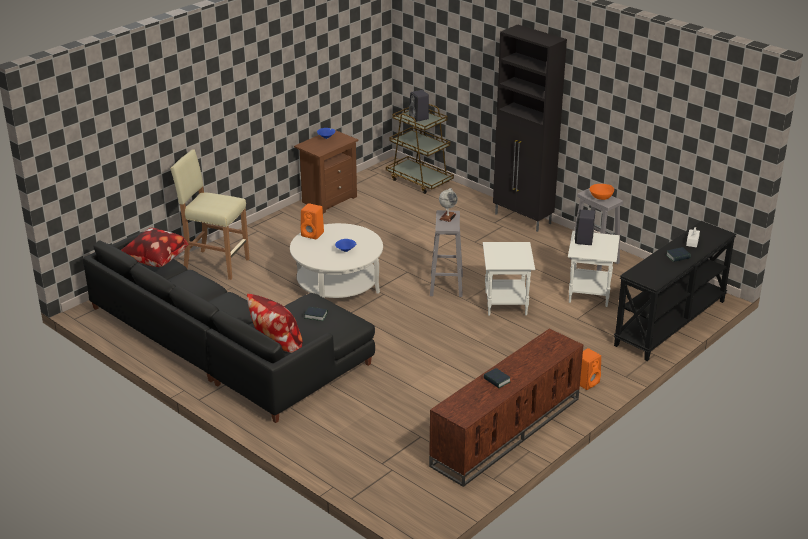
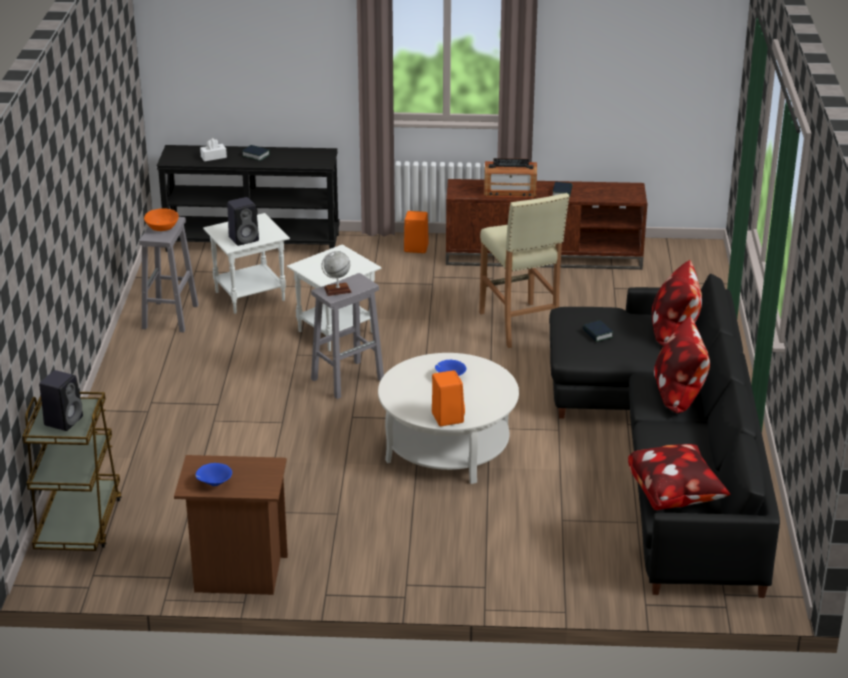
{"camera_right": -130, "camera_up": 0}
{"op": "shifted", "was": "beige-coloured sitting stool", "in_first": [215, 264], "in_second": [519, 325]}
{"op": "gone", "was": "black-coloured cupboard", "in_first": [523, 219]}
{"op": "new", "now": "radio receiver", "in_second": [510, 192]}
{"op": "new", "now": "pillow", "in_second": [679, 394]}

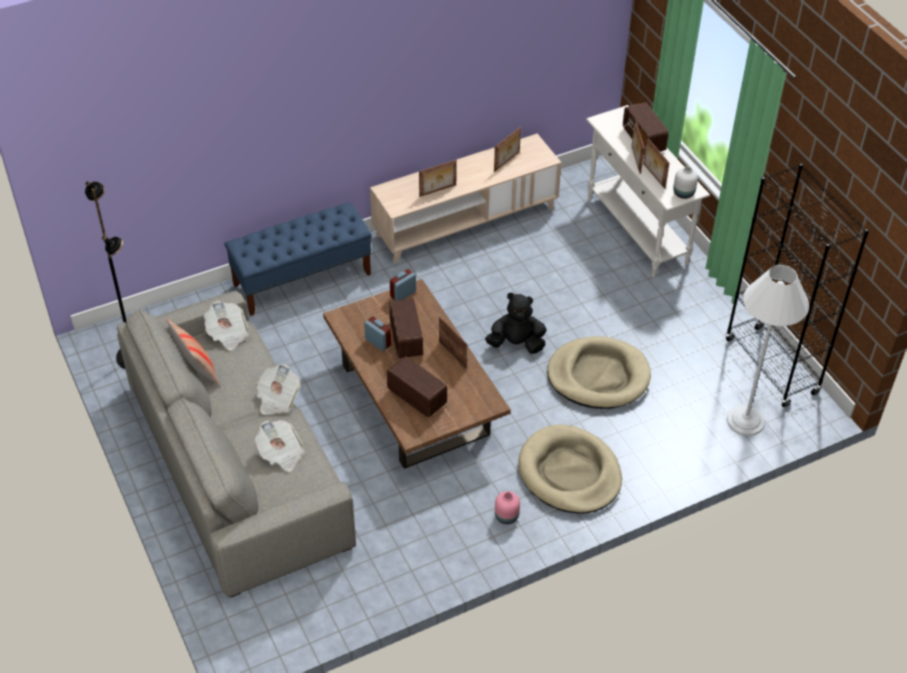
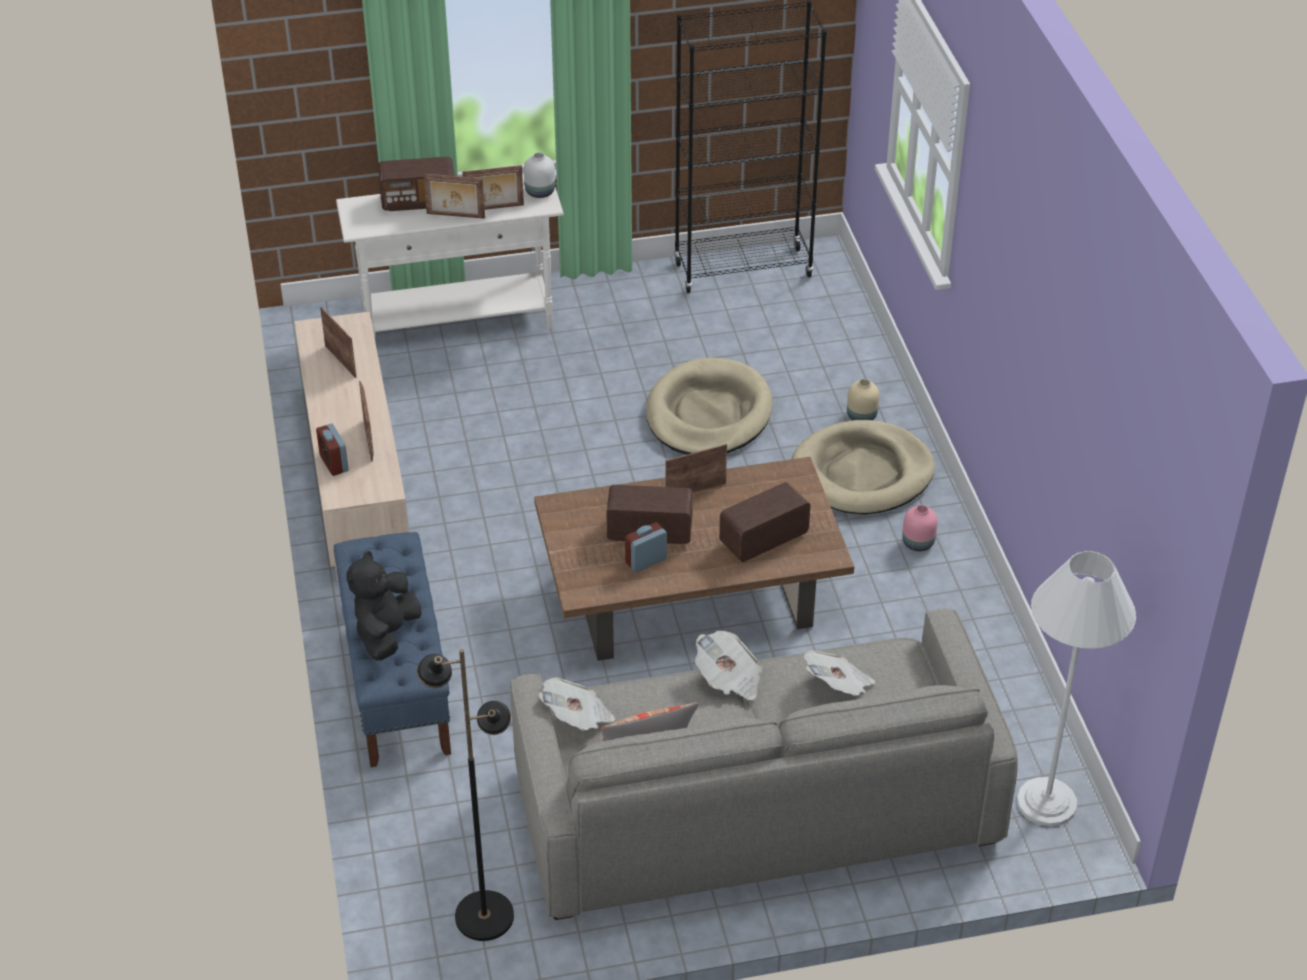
{"camera_right": -75, "camera_up": -5}
{"op": "shifted", "was": "alarm clock", "in_first": [403, 294], "in_second": [334, 463]}
{"op": "shifted", "was": "black-coloured soft toy", "in_first": [516, 344], "in_second": [386, 633]}
{"op": "shifted", "was": "white standard lamp", "in_first": [745, 421], "in_second": [1046, 802]}
{"op": "new", "now": "beige-coloured flower vase", "in_second": [862, 417]}

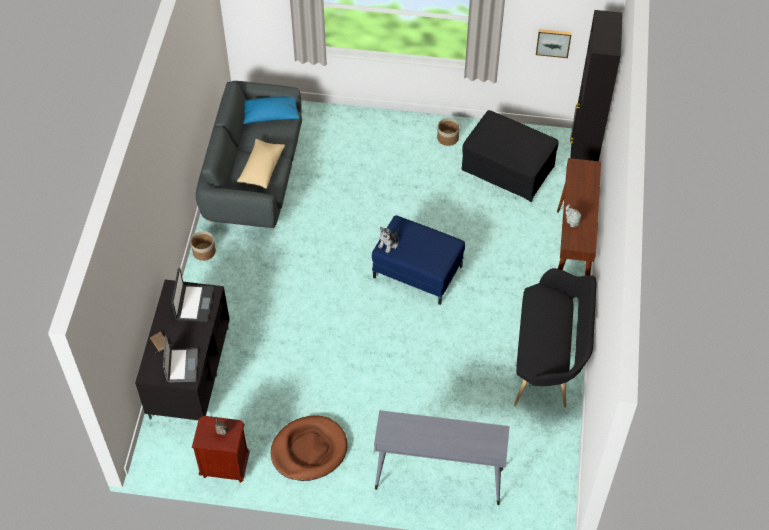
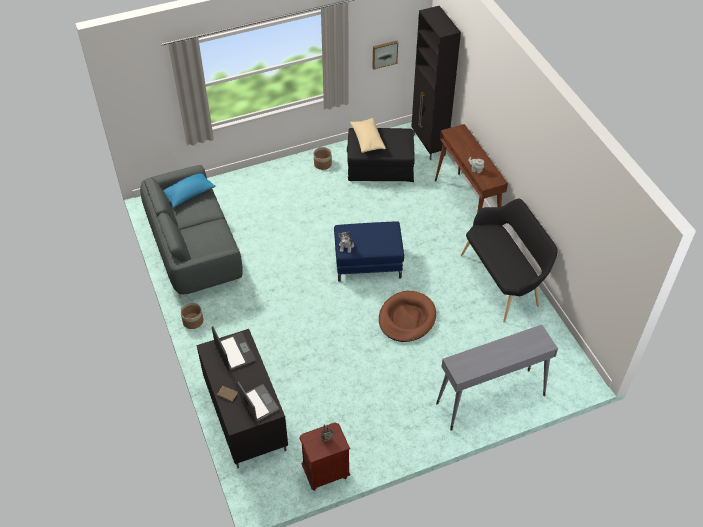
{"camera_right": -30, "camera_up": -5}
{"op": "shifted", "was": "beige-coloured pillow", "in_first": [261, 168], "in_second": [367, 140]}
{"op": "shifted", "was": "brown-coloured dog bed", "in_first": [309, 450], "in_second": [406, 318]}

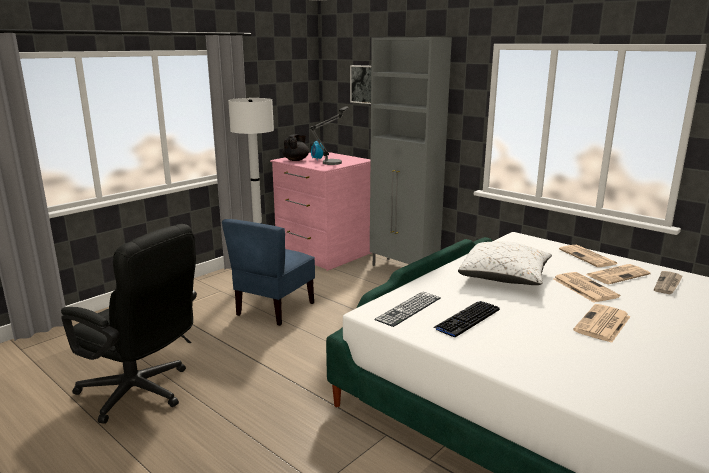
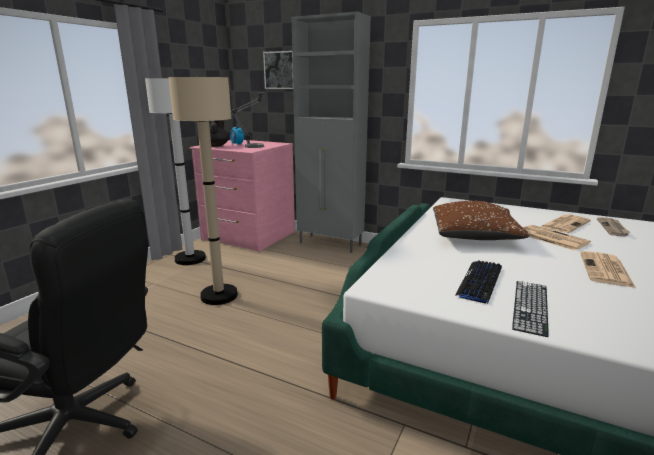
{"camera_right": -15, "camera_up": 0}
{"op": "swapped", "was": "blue-coloured upright chair", "now": "beige-coloured standard lamp", "in_first": [274, 309], "in_second": [219, 296]}
{"op": "shifted", "was": "computer keyboard", "in_first": [408, 308], "in_second": [530, 306]}
{"op": "repainted", "was": "white pillow", "now": "brown-coloured pillow", "in_first": [504, 277], "in_second": [474, 236]}
{"op": "gone", "was": "daily paper", "in_first": [588, 257]}

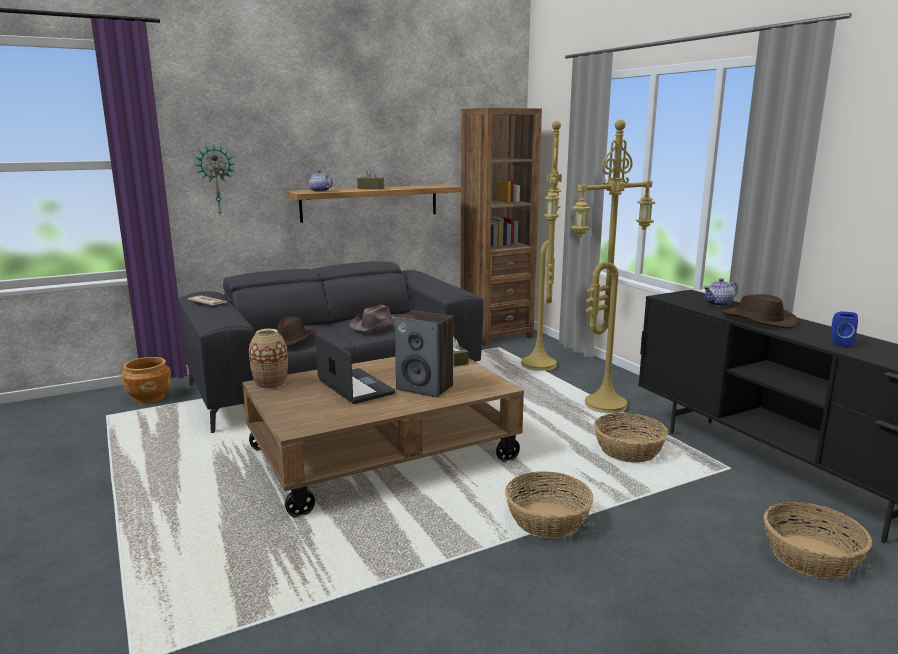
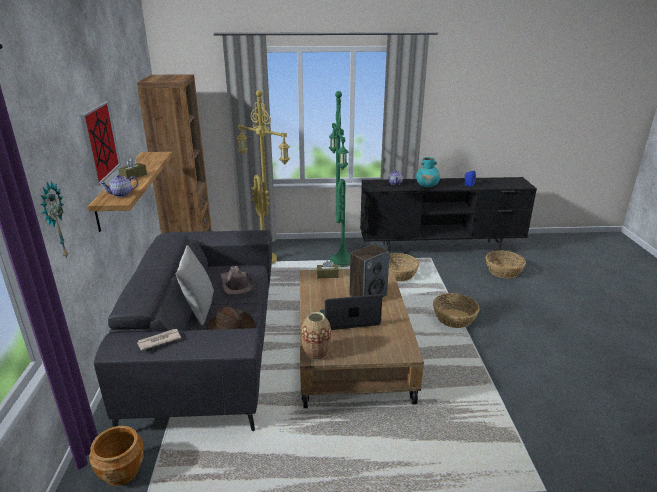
{"camera_right": -65, "camera_up": 10}
{"op": "repainted", "was": "yellow-coloured standard lamp", "now": "green standard lamp", "in_first": [604, 404], "in_second": [340, 261]}
{"op": "swapped", "was": "brown-coloured wearable hat", "now": "turquoise flower vase", "in_first": [757, 320], "in_second": [427, 185]}
{"op": "new", "now": "picture", "in_second": [100, 142]}
{"op": "new", "now": "gray pillow", "in_second": [199, 308]}

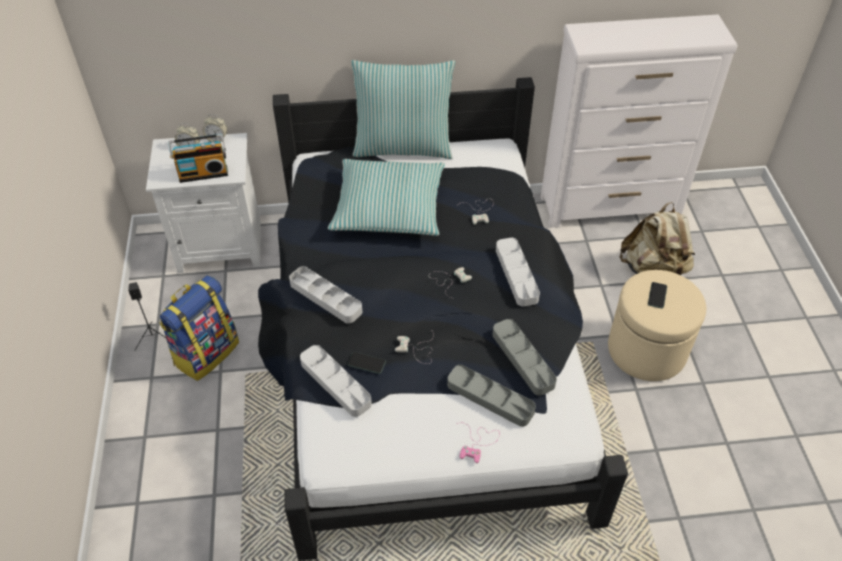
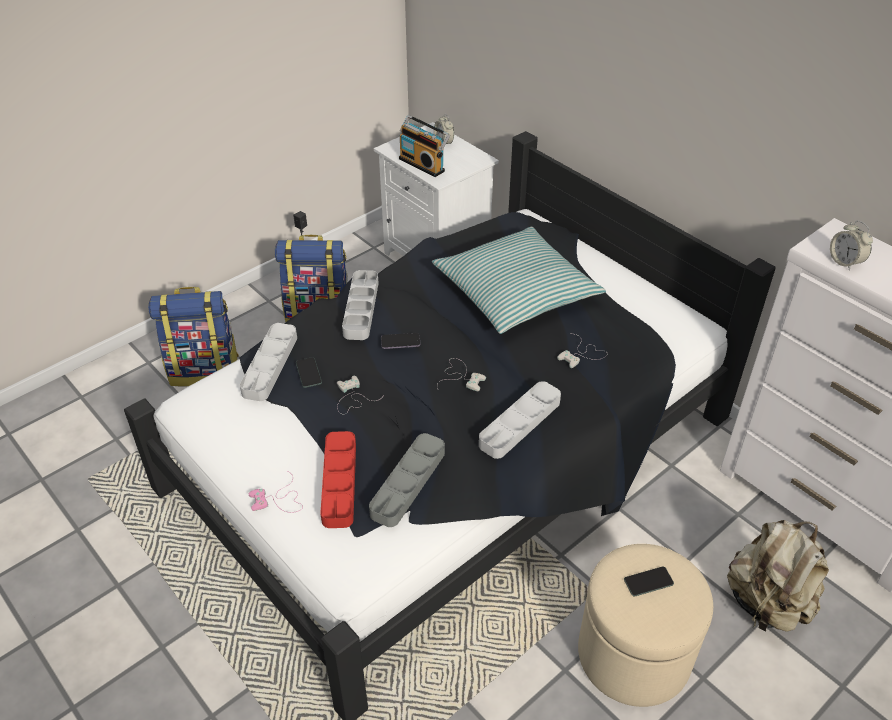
{"camera_right": 55, "camera_up": -5}
{"op": "shifted", "was": "alarm clock", "in_first": [217, 139], "in_second": [845, 262]}
{"op": "gone", "was": "pillow", "in_first": [403, 147]}
{"op": "repainted", "was": "gray tray", "now": "red-coloured tray", "in_first": [490, 398], "in_second": [339, 482]}
{"op": "new", "now": "knapsack", "in_second": [205, 370]}
{"op": "new", "now": "phone", "in_second": [400, 342]}

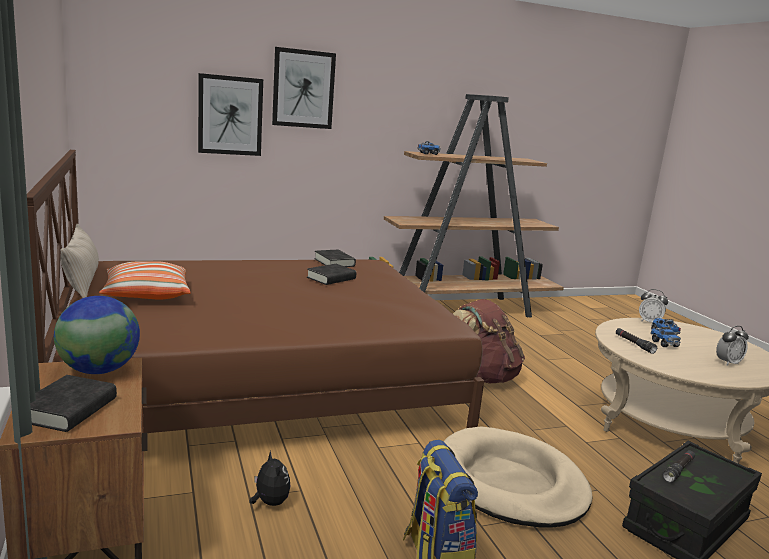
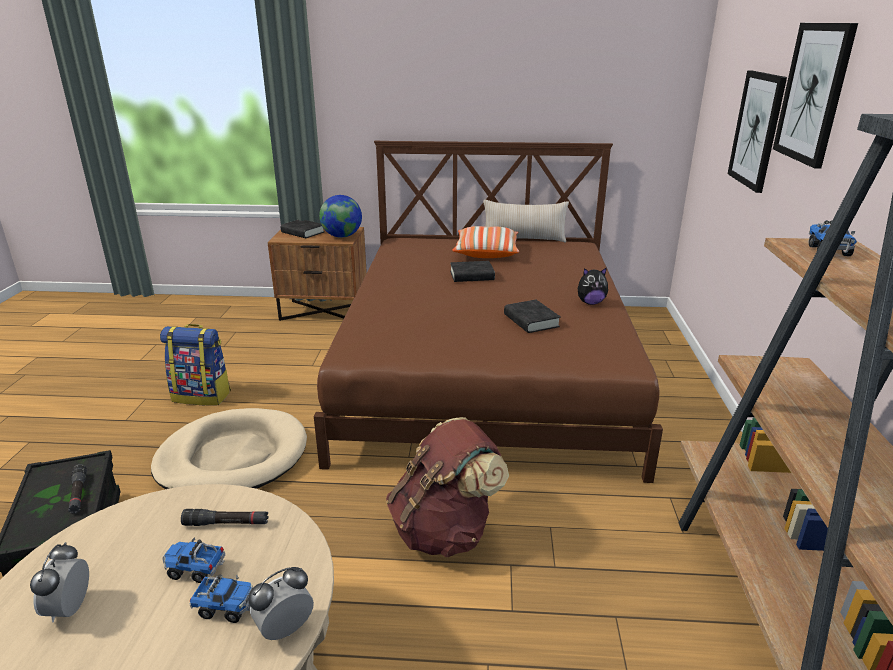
{"camera_right": 115, "camera_up": 10}
{"op": "shifted", "was": "soft toy", "in_first": [269, 502], "in_second": [590, 303]}
{"op": "shifted", "was": "black-coloured volume", "in_first": [334, 262], "in_second": [472, 276]}

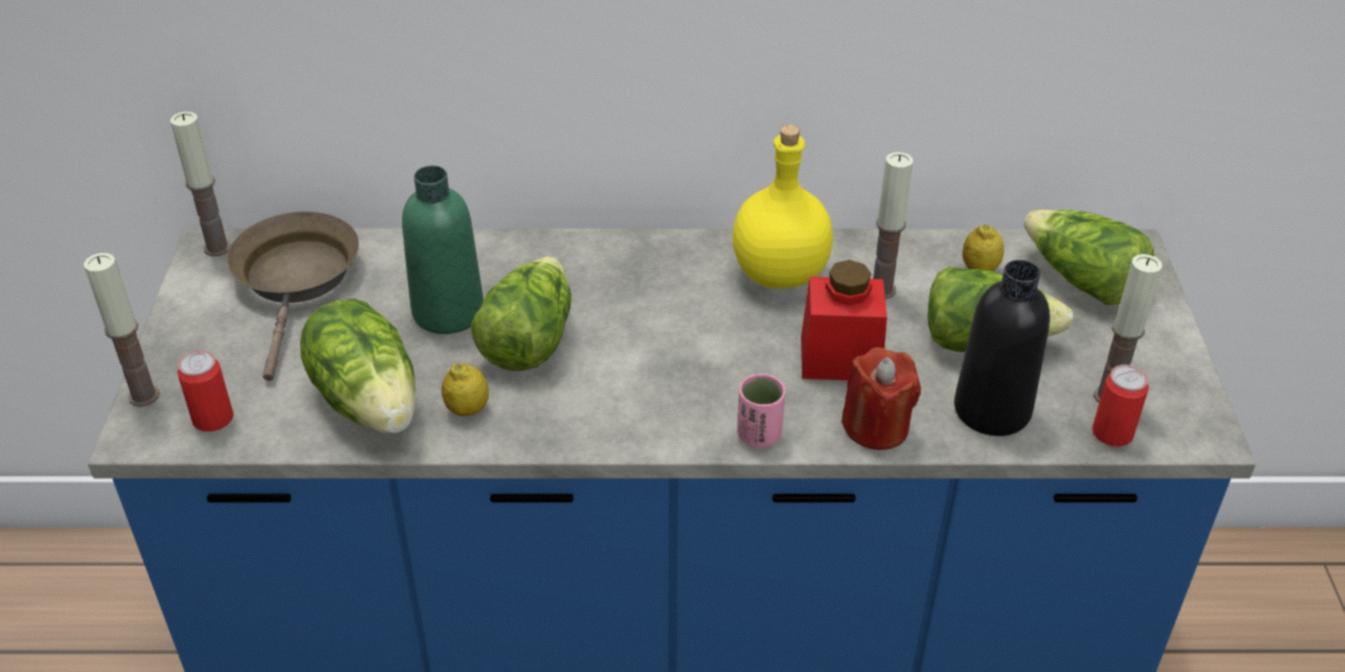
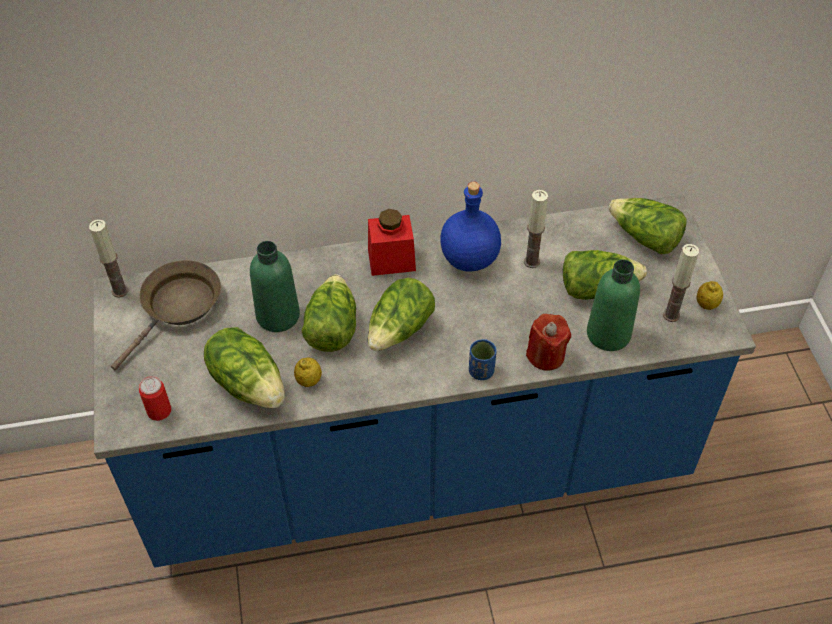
{"camera_right": -10, "camera_up": 10}
{"op": "gone", "was": "candle", "in_first": [144, 396]}
{"op": "rotated", "was": "brown-coloured skillet", "in_first": [297, 281], "in_second": [178, 307], "clockwise": 45}
{"op": "repainted", "was": "yellow-coloured drink bottle", "now": "blue-coloured drink bottle", "in_first": [779, 275], "in_second": [469, 260]}
{"op": "repainted", "was": "pink-coloured cup", "now": "blue-coloured cup", "in_first": [759, 435], "in_second": [481, 371]}
{"op": "shifted", "was": "red-coloured jar", "in_first": [840, 358], "in_second": [391, 260]}
{"op": "repainted", "was": "black-coloured drink bottle", "now": "green drink bottle", "in_first": [992, 410], "in_second": [608, 334]}
{"op": "shifted", "was": "lemon", "in_first": [979, 269], "in_second": [706, 304]}
{"op": "gone", "was": "can", "in_first": [1112, 433]}
{"op": "new", "now": "head of lettuce", "in_second": [400, 330]}

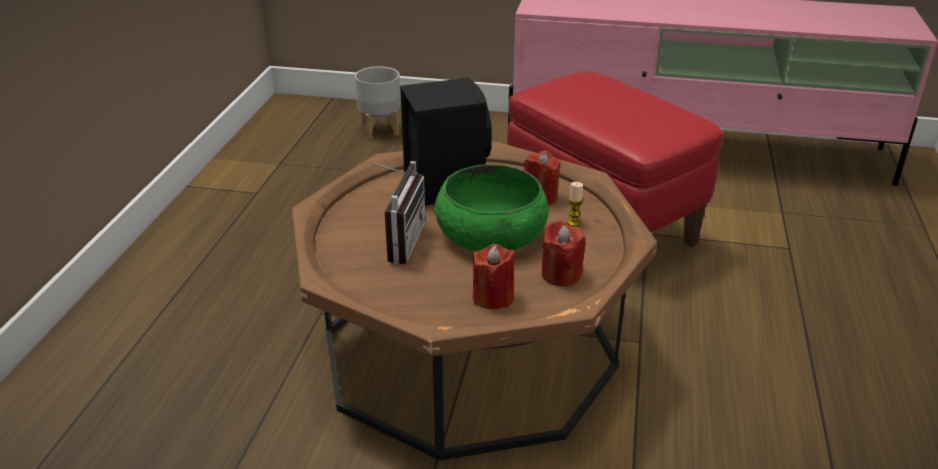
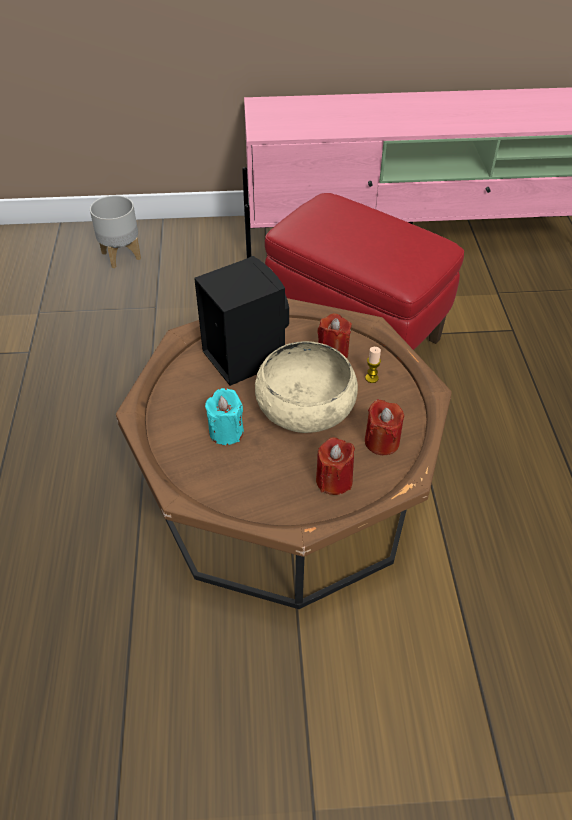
{"camera_right": -15, "camera_up": 15}
{"op": "swapped", "was": "radio receiver", "now": "turquoise candle", "in_first": [397, 241], "in_second": [226, 432]}
{"op": "repainted", "was": "green deep dish", "now": "beige-coloured deep dish", "in_first": [491, 234], "in_second": [306, 406]}

